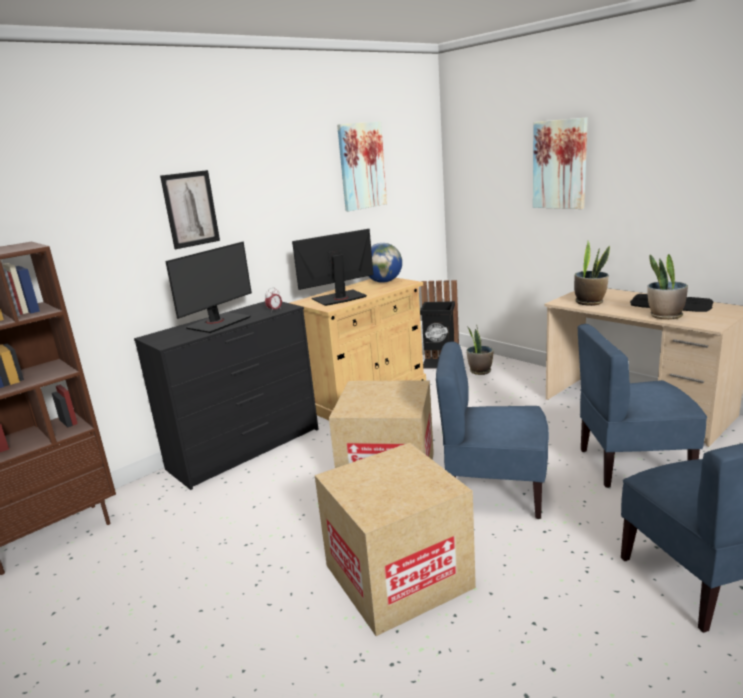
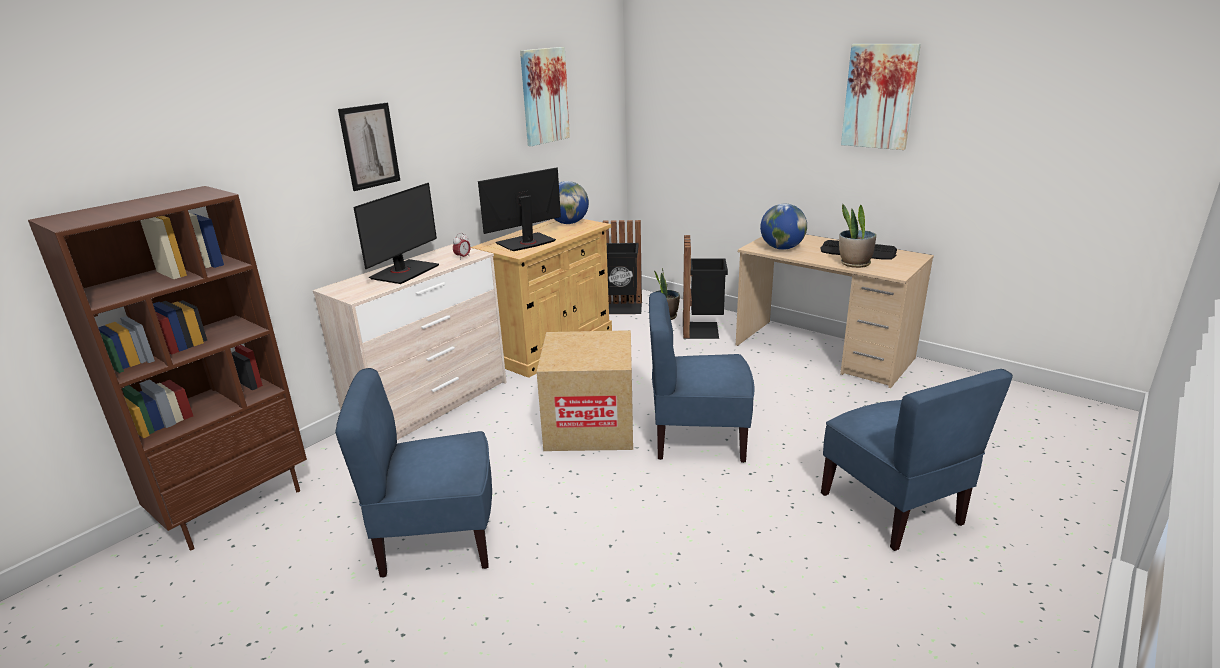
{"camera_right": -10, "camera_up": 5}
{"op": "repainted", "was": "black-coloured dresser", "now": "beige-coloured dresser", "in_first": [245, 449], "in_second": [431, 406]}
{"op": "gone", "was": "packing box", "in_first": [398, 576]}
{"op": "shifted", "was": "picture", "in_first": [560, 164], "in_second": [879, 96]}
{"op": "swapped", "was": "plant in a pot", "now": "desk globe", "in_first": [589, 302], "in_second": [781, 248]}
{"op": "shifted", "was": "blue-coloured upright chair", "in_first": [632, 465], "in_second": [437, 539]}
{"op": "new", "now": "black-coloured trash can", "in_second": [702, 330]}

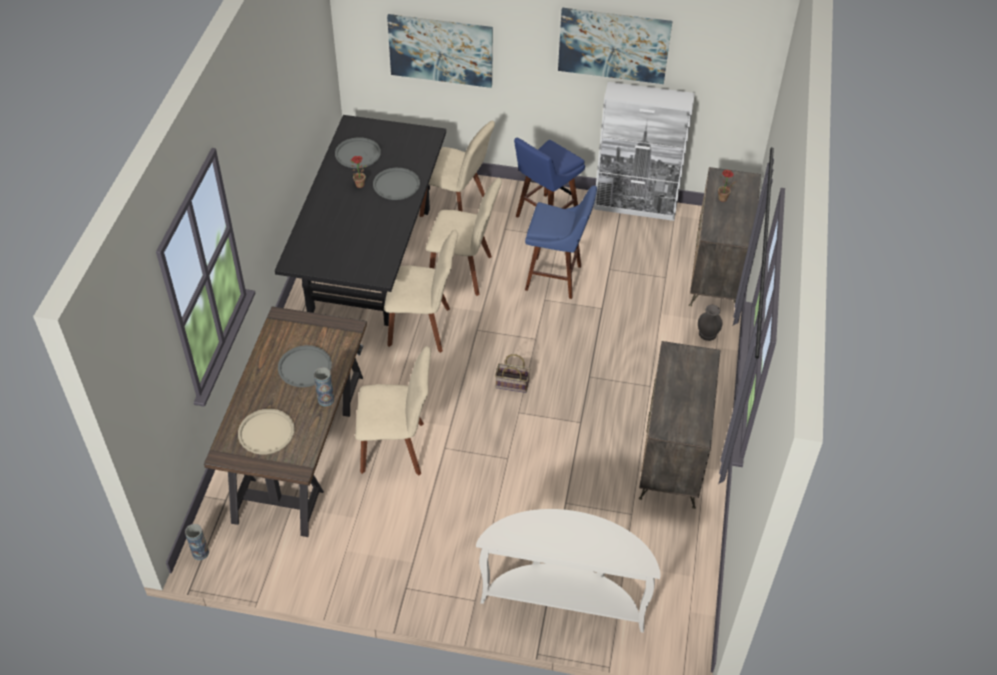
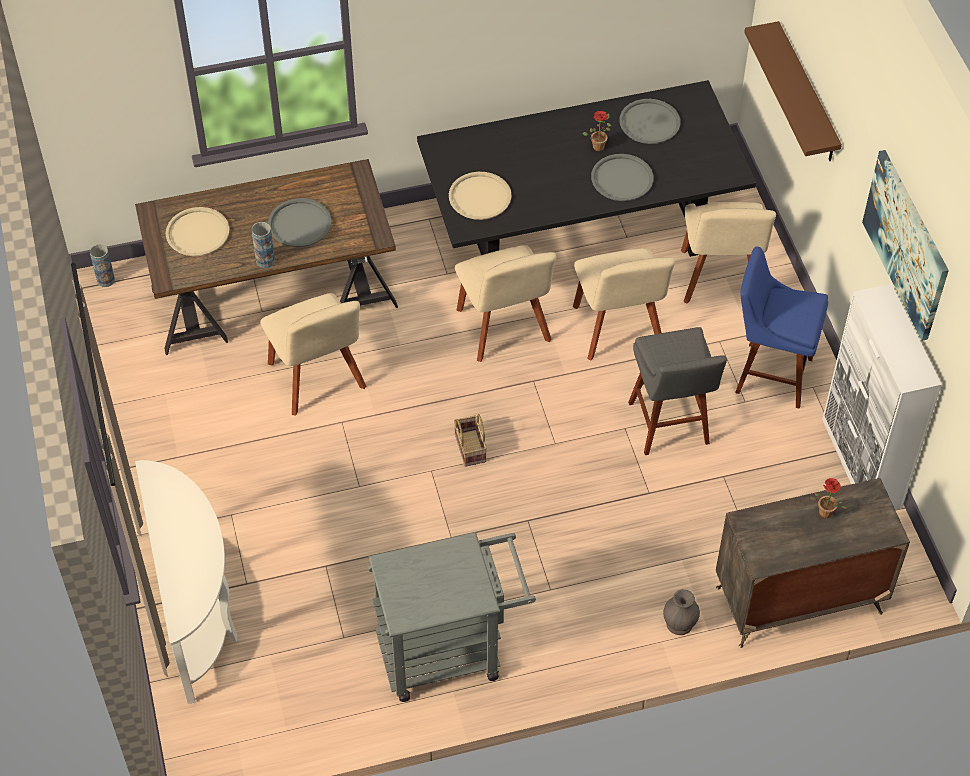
{"camera_right": 65, "camera_up": 5}
{"op": "swapped", "was": "picture", "now": "brown-coloured bracket shelf", "in_first": [441, 50], "in_second": [807, 95]}
{"op": "repainted", "was": "blue-coloured sitting stool", "now": "gray sitting stool", "in_first": [557, 278], "in_second": [669, 427]}
{"op": "swapped", "was": "dresser", "now": "gray wheeled cart", "in_first": [671, 457], "in_second": [450, 650]}
{"op": "new", "now": "beige-coloured tray", "in_second": [480, 197]}

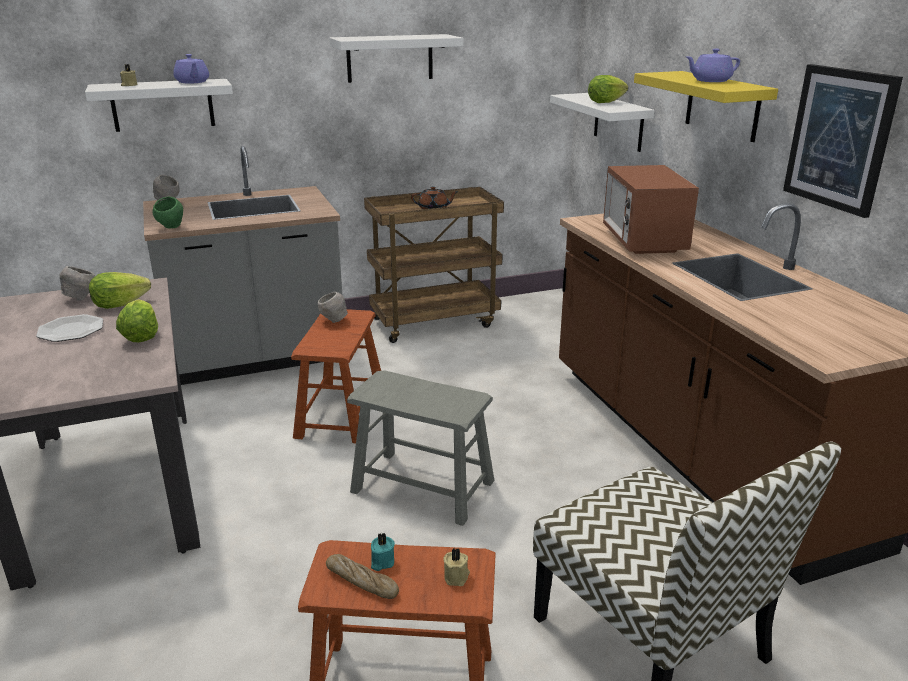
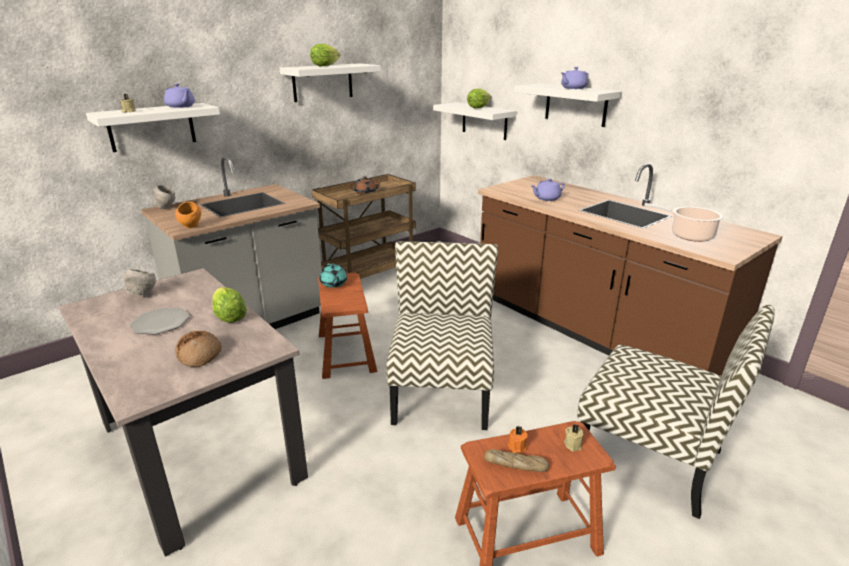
{"camera_right": -20, "camera_up": 0}
{"op": "shifted", "was": "head of lettuce", "in_first": [119, 304], "in_second": [325, 66]}
{"op": "repainted", "was": "green deep dish", "now": "orange deep dish", "in_first": [171, 228], "in_second": [191, 227]}
{"op": "swapped", "was": "gray deep dish", "now": "turquoise teapot", "in_first": [333, 321], "in_second": [333, 284]}
{"op": "swapped", "was": "gray sitting stool", "now": "upright chair", "in_first": [422, 486], "in_second": [441, 392]}
{"op": "repainted", "was": "turquoise candle", "now": "orange candle", "in_first": [381, 562], "in_second": [516, 447]}
{"op": "swapped", "was": "microwave oven", "now": "purplish teapot", "in_first": [643, 241], "in_second": [546, 198]}
{"op": "repainted", "was": "yellow-coloured bracket shelf", "now": "white bracket shelf", "in_first": [722, 106], "in_second": [575, 104]}
{"op": "gone", "was": "picture", "in_first": [839, 138]}
{"op": "new", "now": "bakery bread", "in_second": [200, 355]}
{"op": "new", "now": "cooking pot", "in_second": [688, 235]}

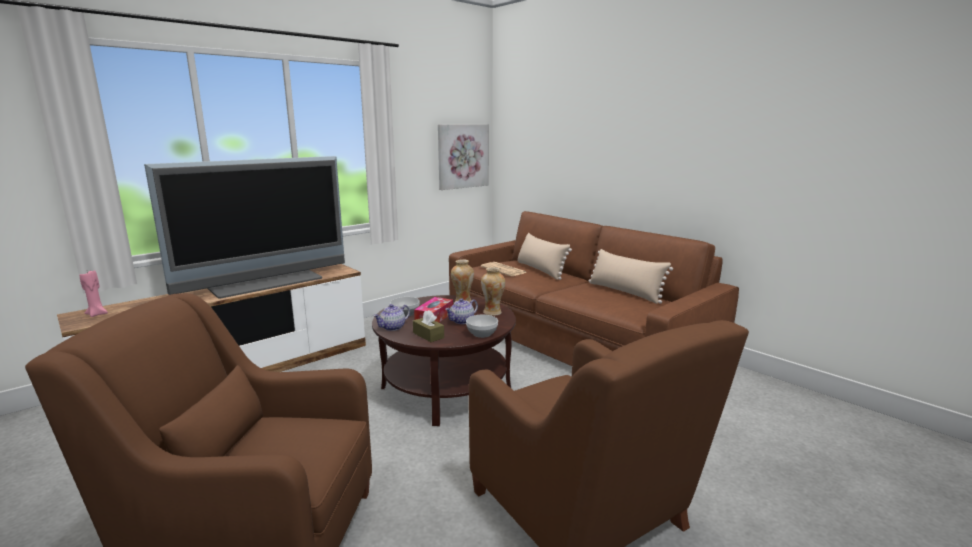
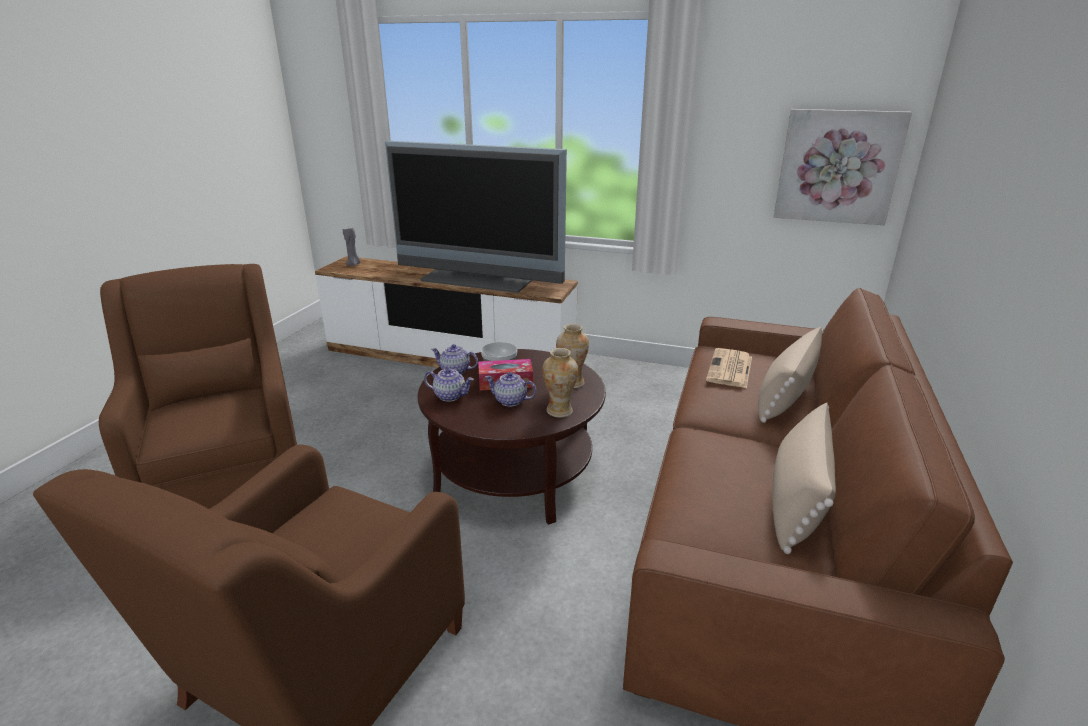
{"camera_right": 60, "camera_up": 10}
{"op": "repainted", "was": "pink-coloured candle", "now": "gray candle", "in_first": [97, 314], "in_second": [353, 264]}
{"op": "swapped", "was": "brown-coloured tissue box", "now": "teapot", "in_first": [428, 335], "in_second": [450, 396]}
{"op": "gone", "was": "deep dish", "in_first": [482, 333]}

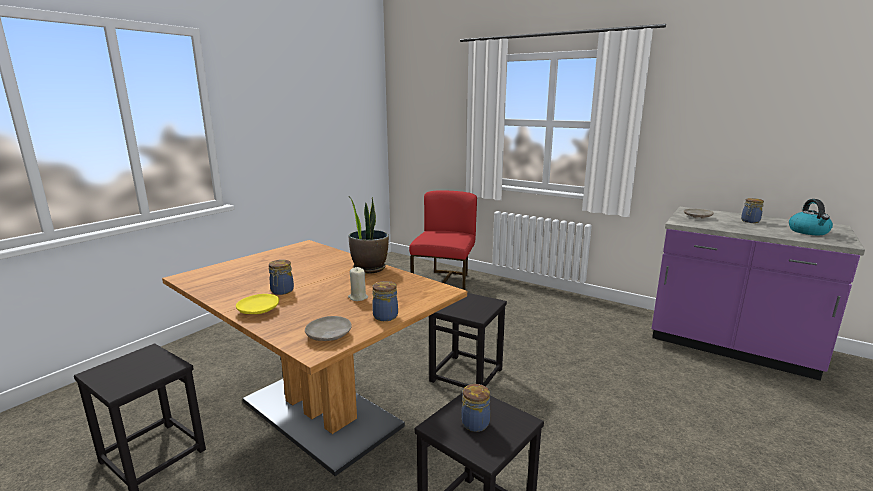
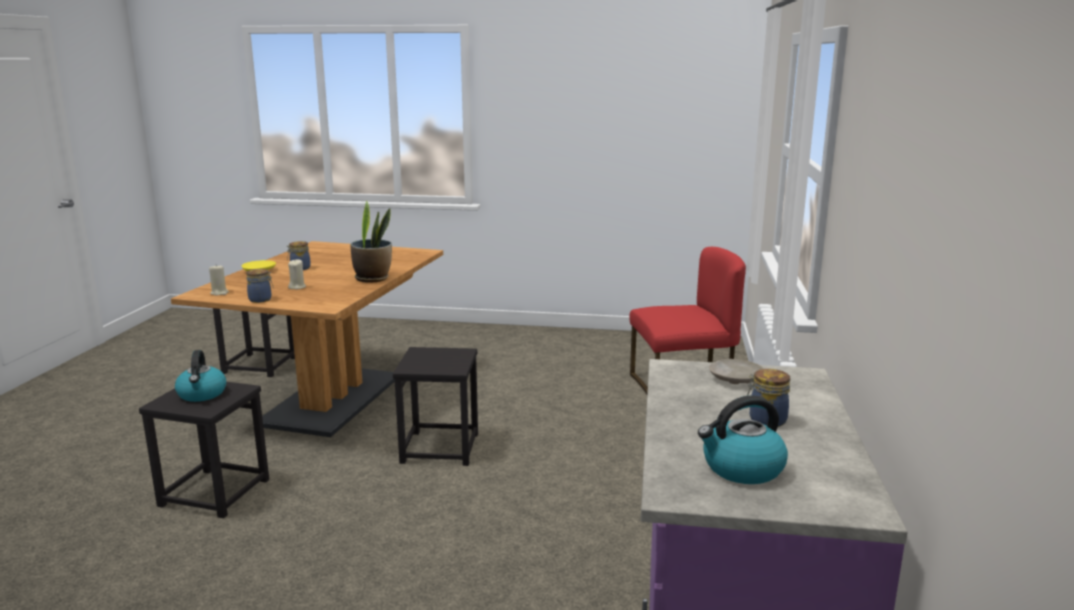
{"camera_right": 65, "camera_up": 0}
{"op": "swapped", "was": "beige-coloured plate", "now": "beige-coloured candle", "in_first": [328, 335], "in_second": [219, 293]}
{"op": "swapped", "was": "jar", "now": "tea kettle", "in_first": [475, 422], "in_second": [202, 394]}

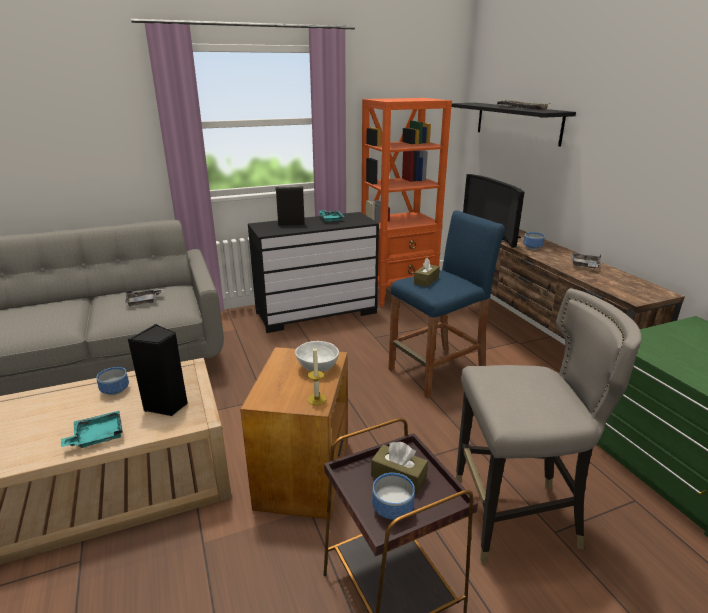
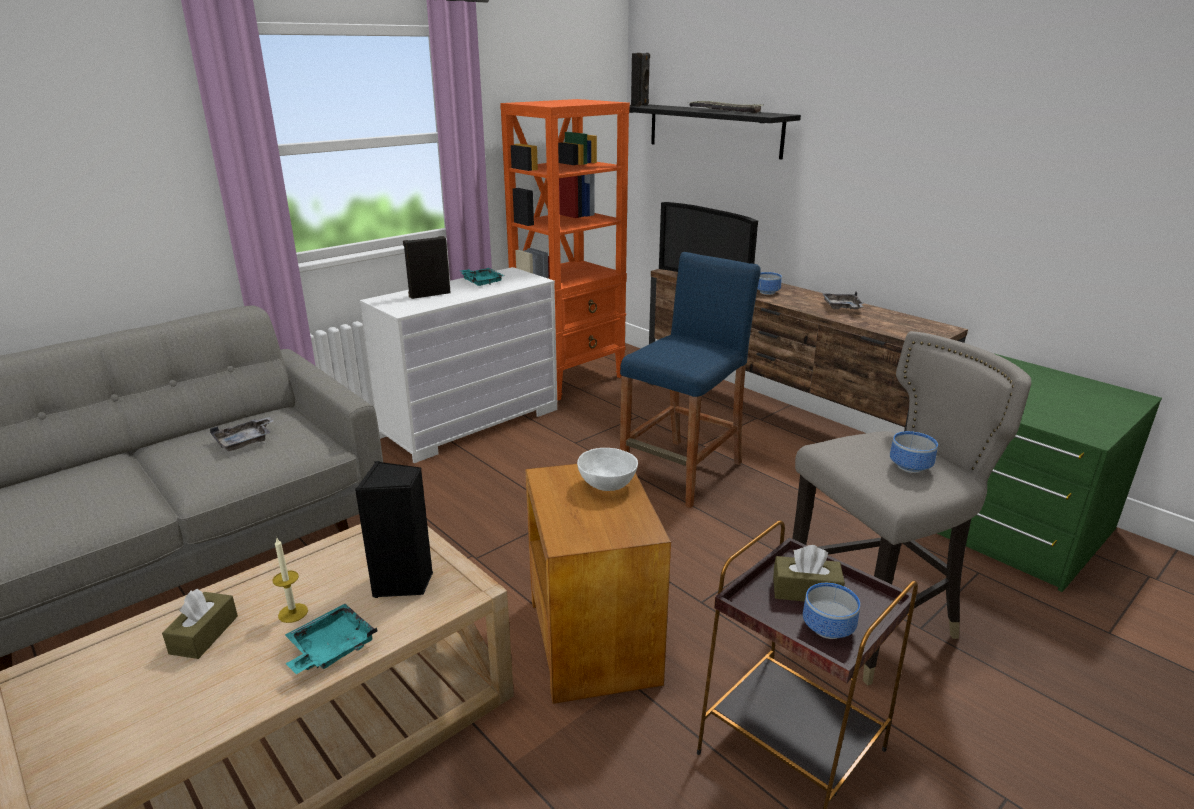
{"camera_right": -20, "camera_up": 0}
{"op": "shifted", "was": "deep dish", "in_first": [116, 391], "in_second": [912, 467]}
{"op": "repainted", "was": "black-coloured dresser", "now": "white dresser", "in_first": [316, 312], "in_second": [471, 422]}
{"op": "shifted", "was": "candle", "in_first": [316, 399], "in_second": [293, 613]}
{"op": "shifted", "was": "brown-coloured tissue box", "in_first": [426, 280], "in_second": [204, 635]}
{"op": "new", "now": "black-coloured audio speaker", "in_second": [640, 105]}

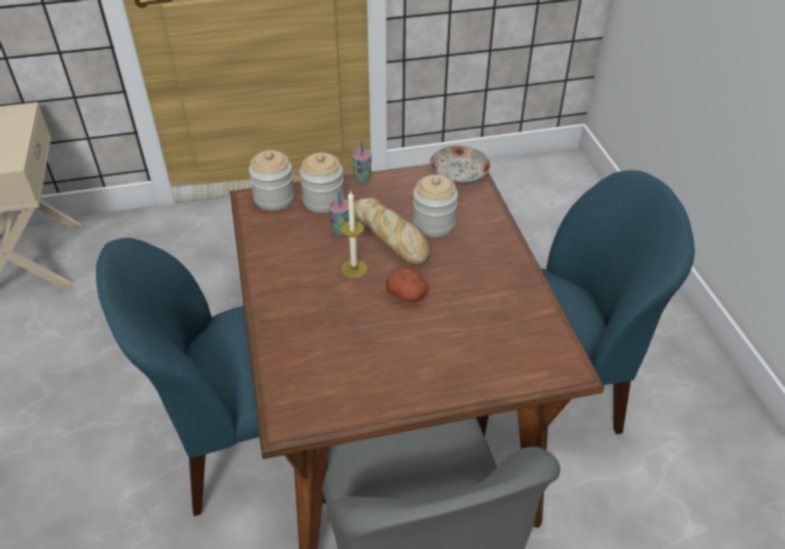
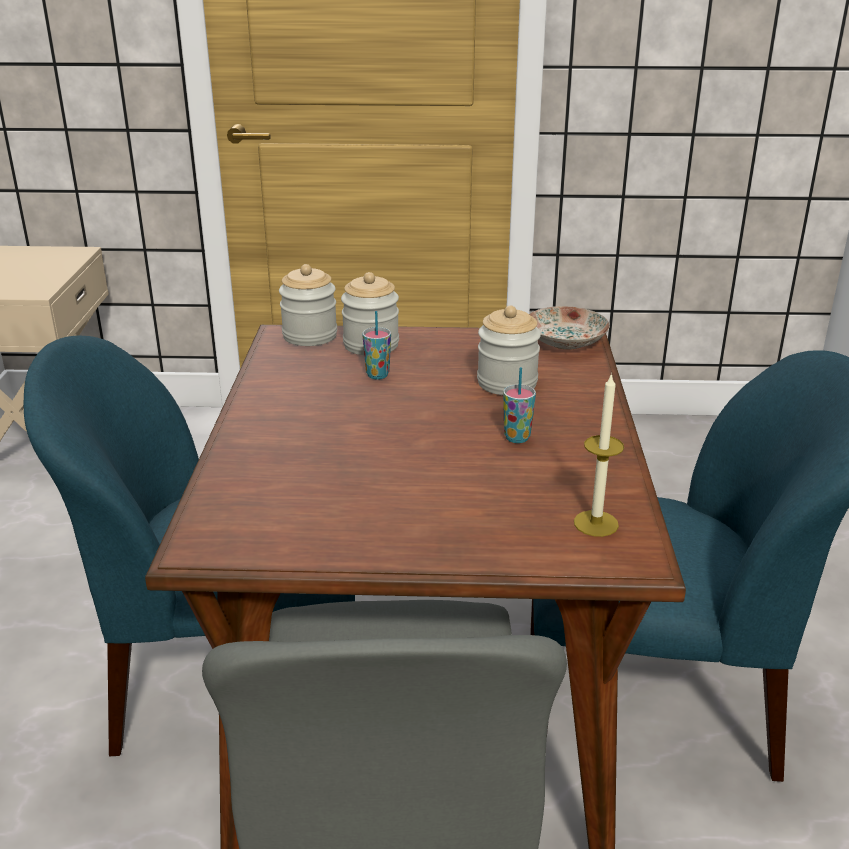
{"camera_right": 15, "camera_up": -15}
{"op": "shifted", "was": "candle", "in_first": [354, 269], "in_second": [596, 523]}
{"op": "shifted", "was": "cup", "in_first": [362, 179], "in_second": [517, 438]}
{"op": "gone", "was": "bakery bread", "in_first": [391, 238]}
{"op": "gone", "was": "spud", "in_first": [408, 295]}

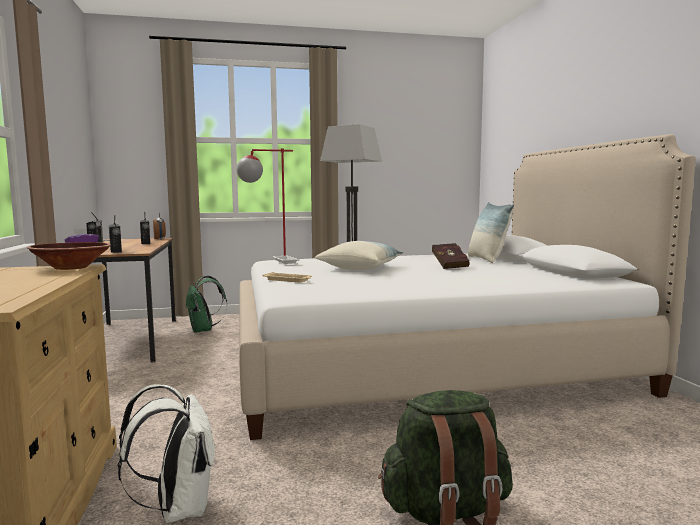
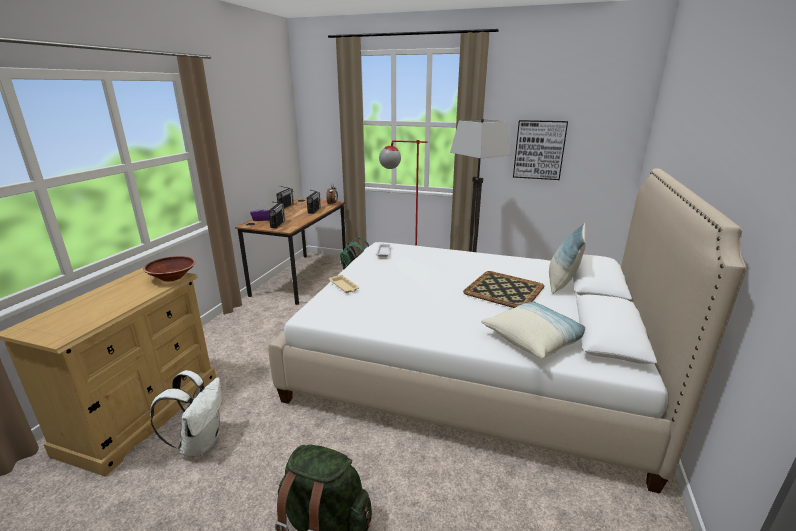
{"camera_right": 30, "camera_up": 15}
{"op": "shifted", "was": "pillow", "in_first": [360, 268], "in_second": [534, 339]}
{"op": "swapped", "was": "red-coloured volume", "now": "tray", "in_first": [449, 266], "in_second": [503, 290]}
{"op": "new", "now": "picture", "in_second": [539, 150]}

